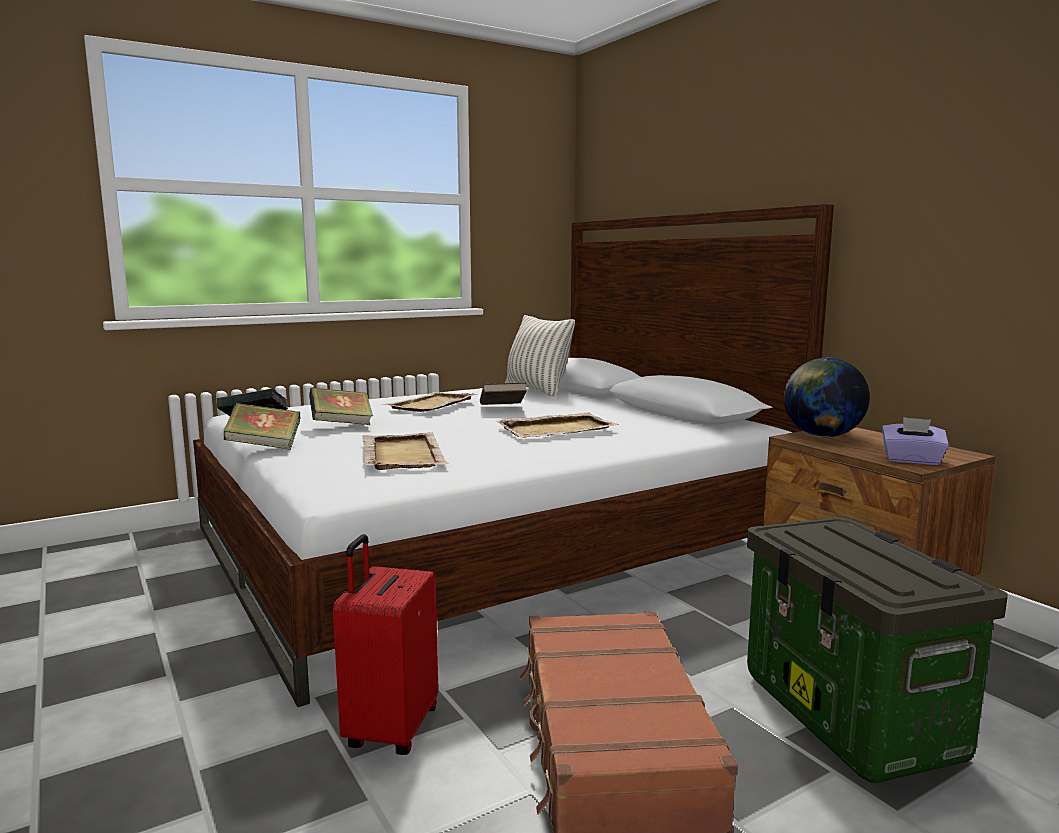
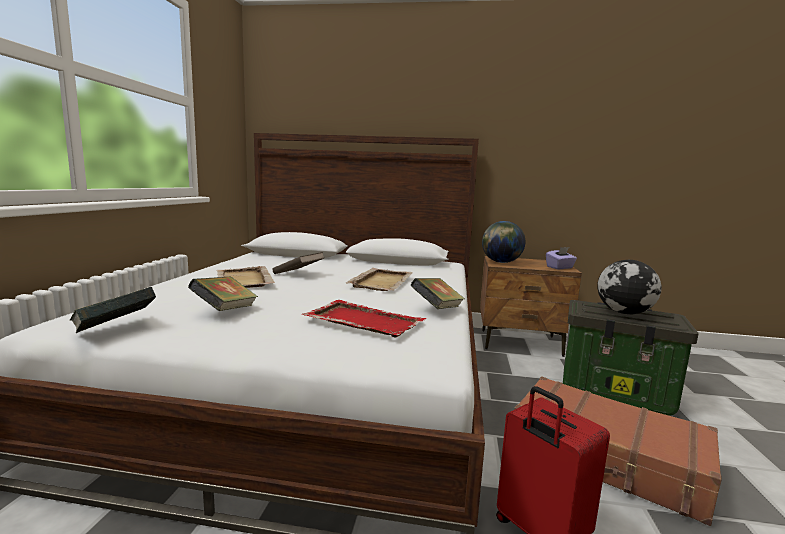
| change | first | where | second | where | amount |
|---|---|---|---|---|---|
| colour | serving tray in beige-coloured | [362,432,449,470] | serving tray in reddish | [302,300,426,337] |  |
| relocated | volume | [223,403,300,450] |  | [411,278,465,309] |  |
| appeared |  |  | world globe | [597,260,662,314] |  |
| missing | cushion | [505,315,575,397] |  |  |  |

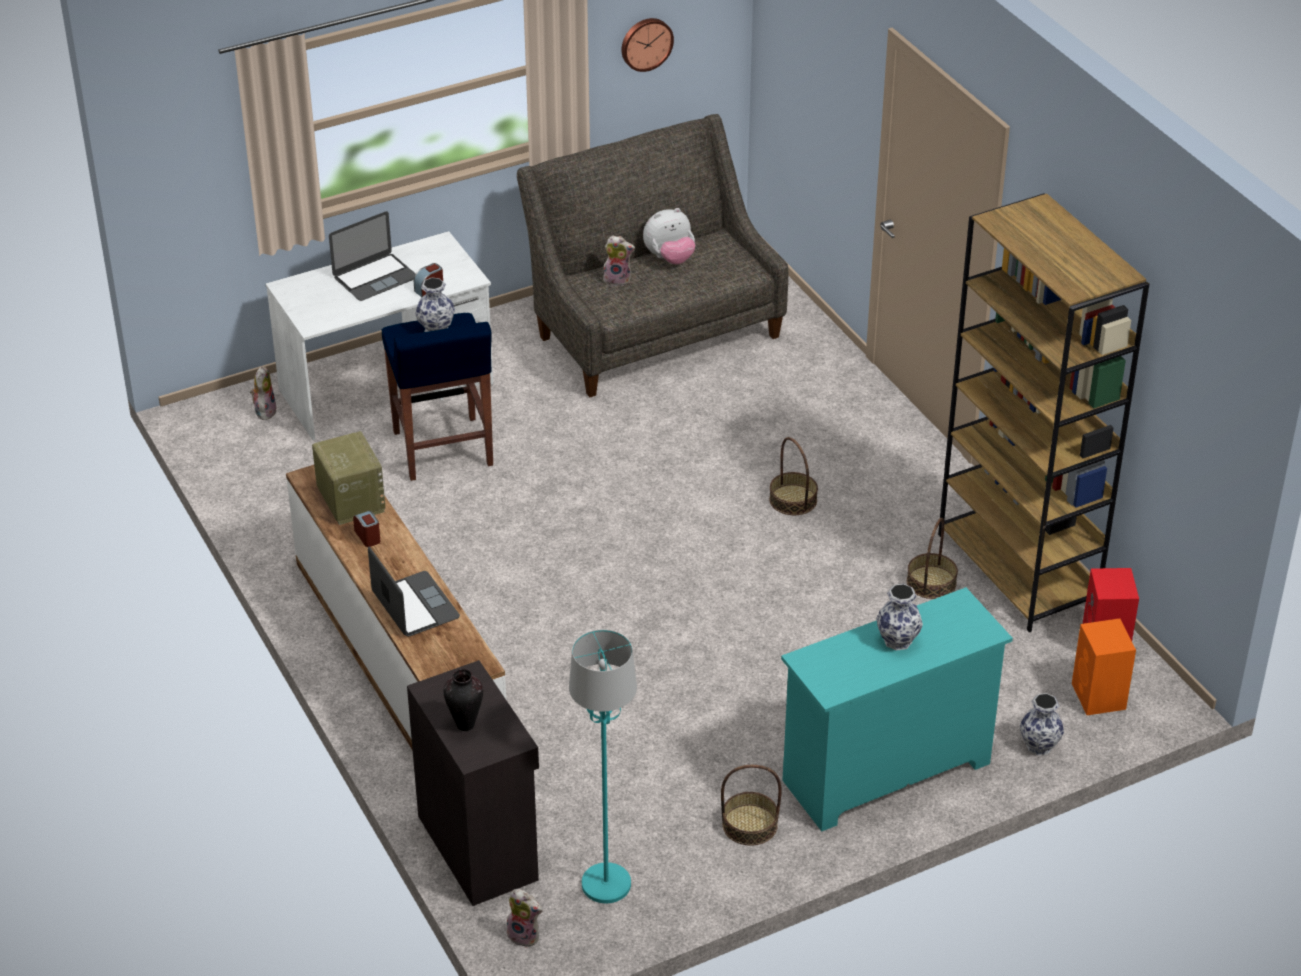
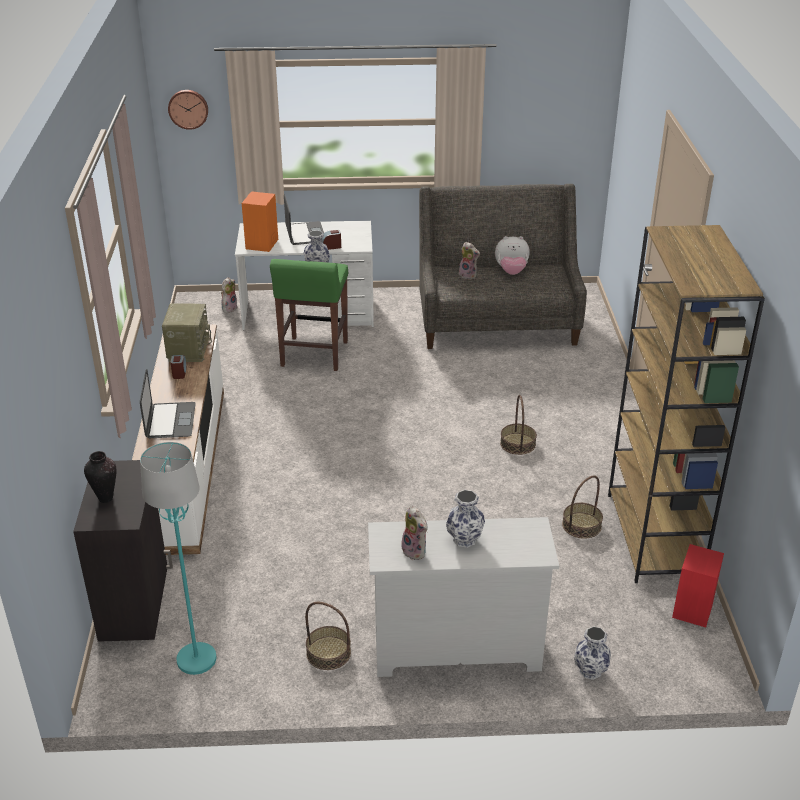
| change | first | where | second | where | amount |
|---|---|---|---|---|---|
| relocated | wall clock | [621,18,674,72] |  | [168,90,208,130] |  |
| relocated | loudspeaker in orange-coloured | [1072,618,1136,715] |  | [242,191,278,252] |  |
| colour | sitting stool in blue | [382,313,493,481] | sitting stool in greenish | [270,259,348,371] |  |
| spun | notebook computer | [329,211,416,301] |  | [284,194,324,245] | 90 degrees counterclockwise |
| colour | drawer chest in turquoise-coloured | [781,587,1013,831] | drawer chest in white-coloured | [368,517,559,677] |  |
| relocated | soft toy | [507,889,543,948] |  | [401,506,427,560] |  |

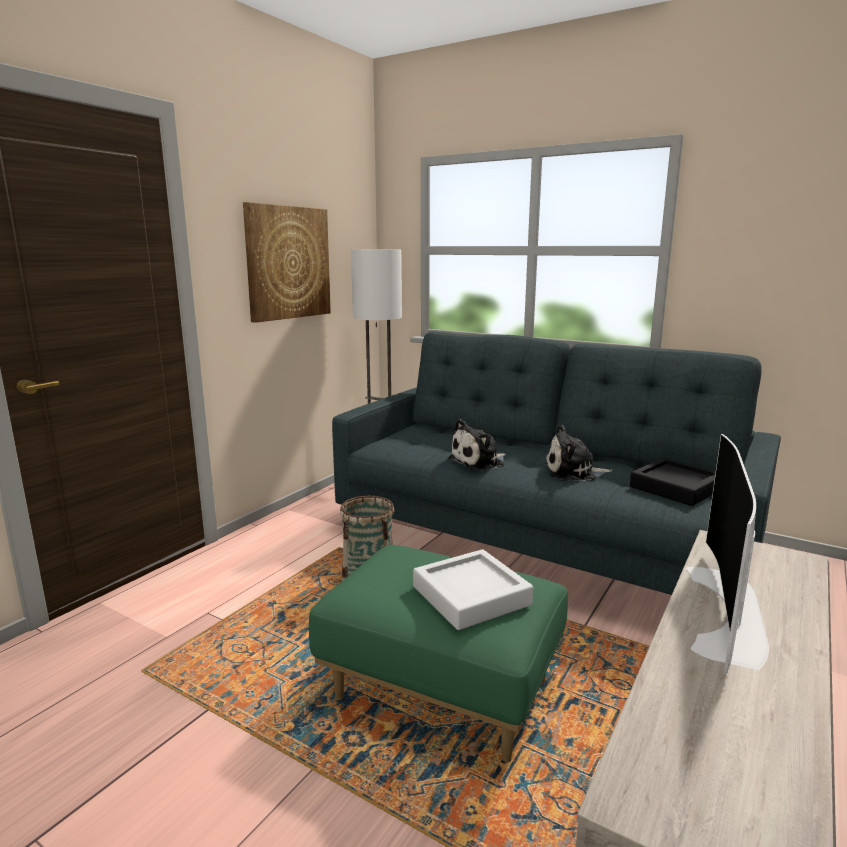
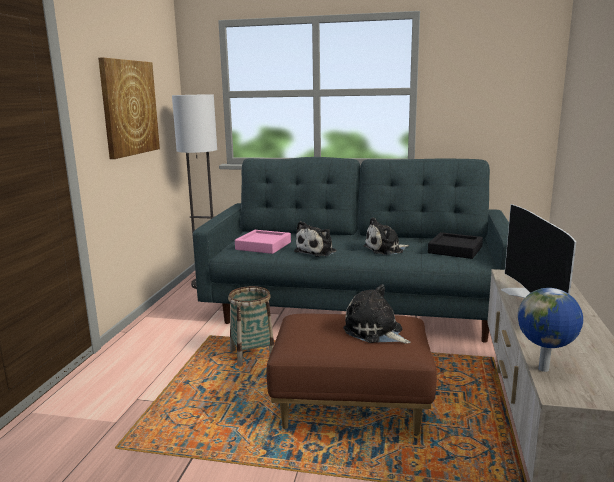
| change | first | where | second | where | amount |
|---|---|---|---|---|---|
| appeared |  |  | serving tray in pinkish | [235,230,291,254] |  |
| colour | ottoman in greenish | [309,545,568,762] | ottoman in brownish | [267,314,437,435] |  |
| exchanged | serving tray in gray | [413,549,533,630] | soft toy | [343,284,410,344] |  |
| appeared |  |  | world globe | [518,288,583,372] |  |

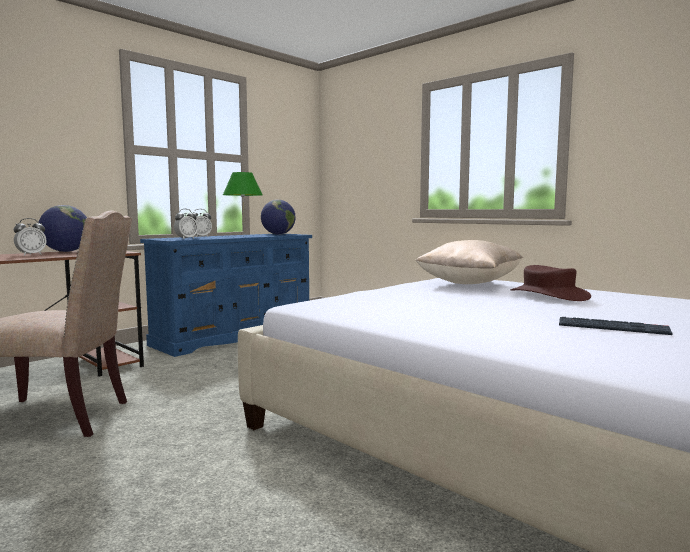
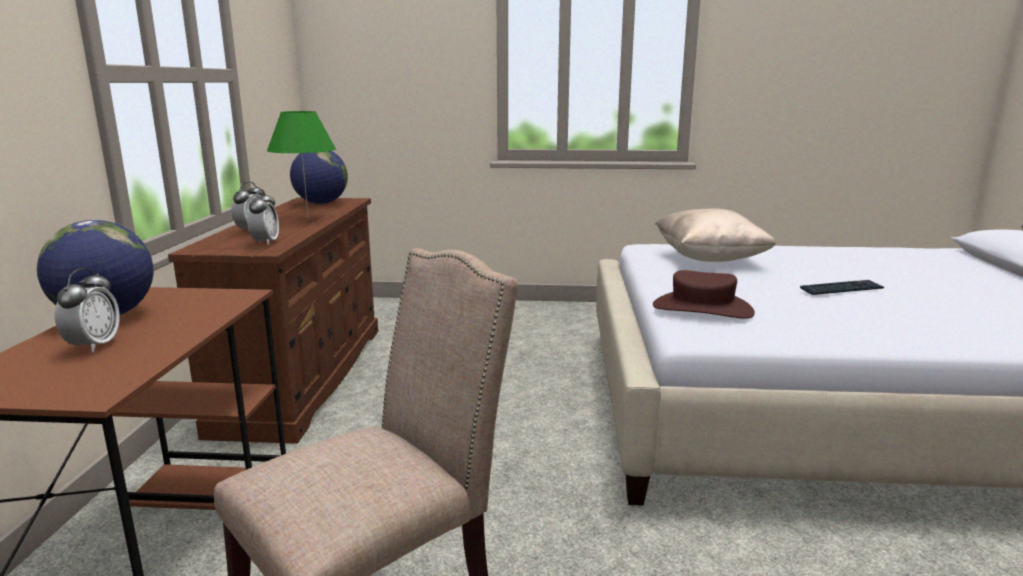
| change | first | where | second | where | amount |
|---|---|---|---|---|---|
| colour | drawer chest in blue | [140,234,312,357] | drawer chest in brownish | [168,197,378,444] |  |
| relocated | clothing hat in brownish | [510,265,591,301] |  | [653,270,755,319] |  |
| relocated | PC keyboard | [559,317,673,335] |  | [800,280,884,295] |  |

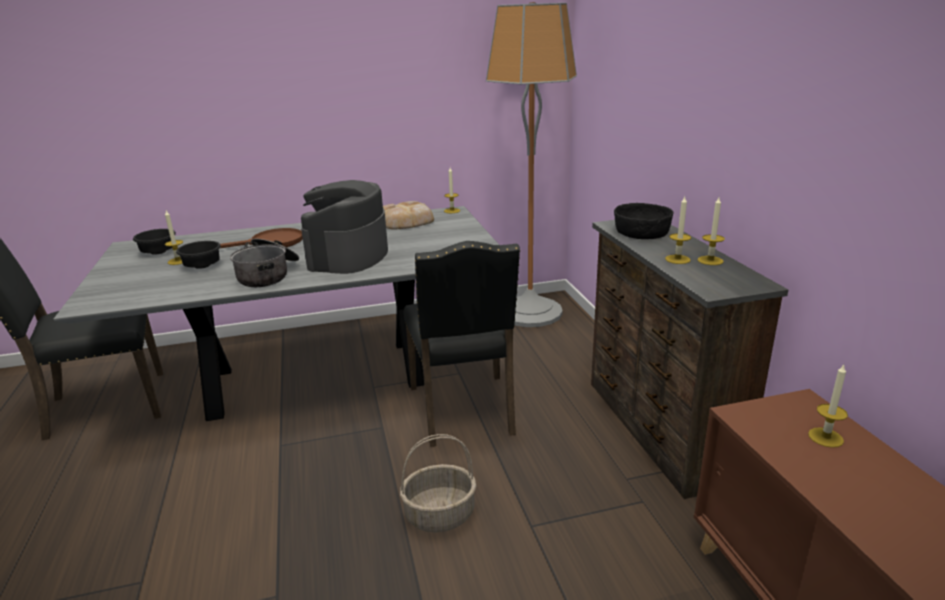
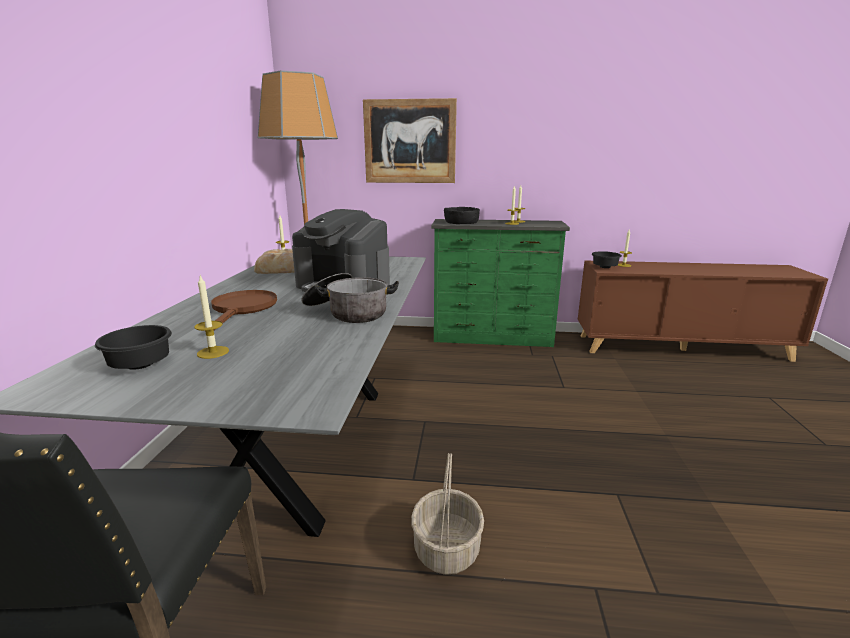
| change | first | where | second | where | amount |
|---|---|---|---|---|---|
| appeared |  |  | picture | [363,98,457,183] |  |
| relocated | household basket | [400,434,476,532] |  | [411,453,484,575] |  |
| colour | drawer chest in brownish | [591,220,788,499] | drawer chest in greenish | [431,219,570,347] |  |
| relocated | serving bowl in black | [176,241,221,269] |  | [592,251,622,268] |  |
| missing | plain chair in black | [404,241,520,447] |  |  |  |

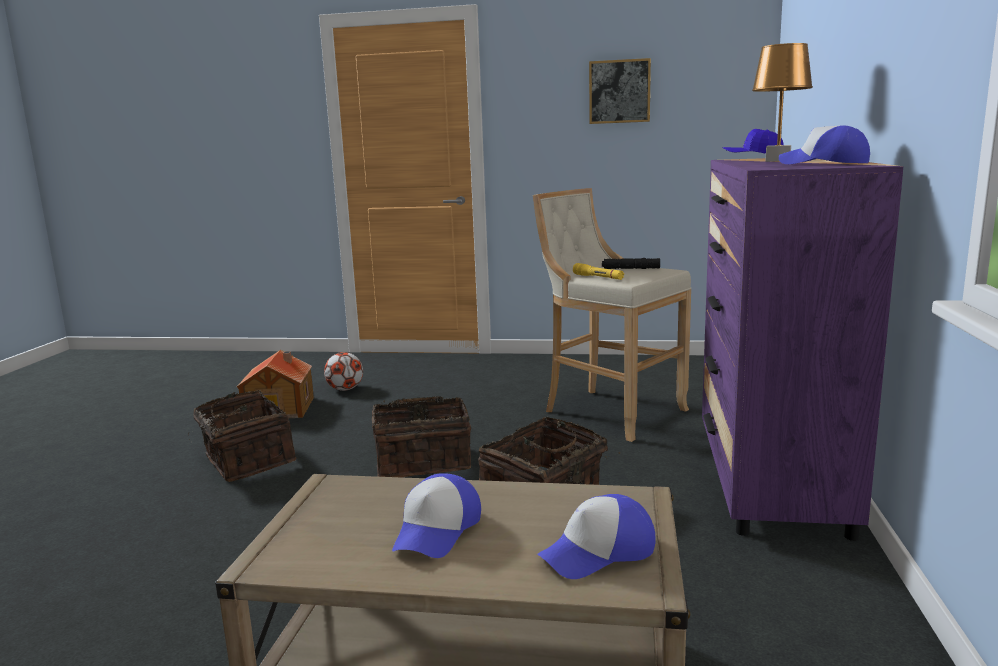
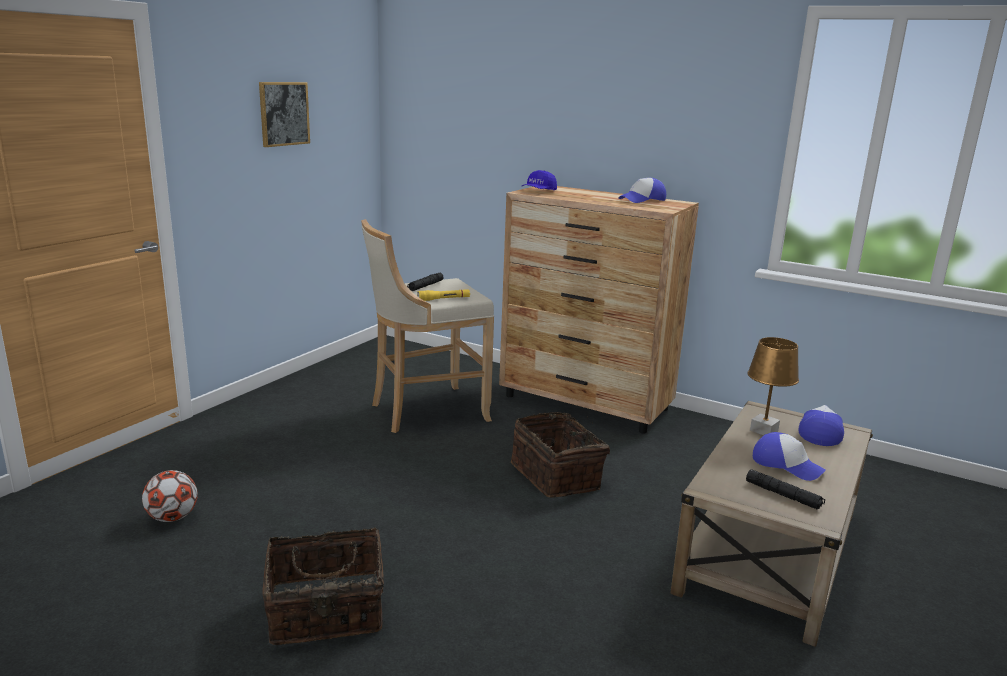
| change | first | where | second | where | amount |
|---|---|---|---|---|---|
| colour | drawer chest in purplish | [702,158,904,541] | drawer chest in brownish | [499,186,699,433] |  |
| appeared |  |  | flashlight in black | [746,469,825,510] |  |
| relocated | tabletop lamp in brownish | [752,43,813,162] |  | [747,337,799,435] |  |
| spun | baseball cap | [537,494,656,579] |  | [798,405,844,446] | 150 degrees counterclockwise |
| missing | toy house | [237,350,314,418] |  |  |  |
| missing | household basket | [372,396,471,477] |  |  |  |

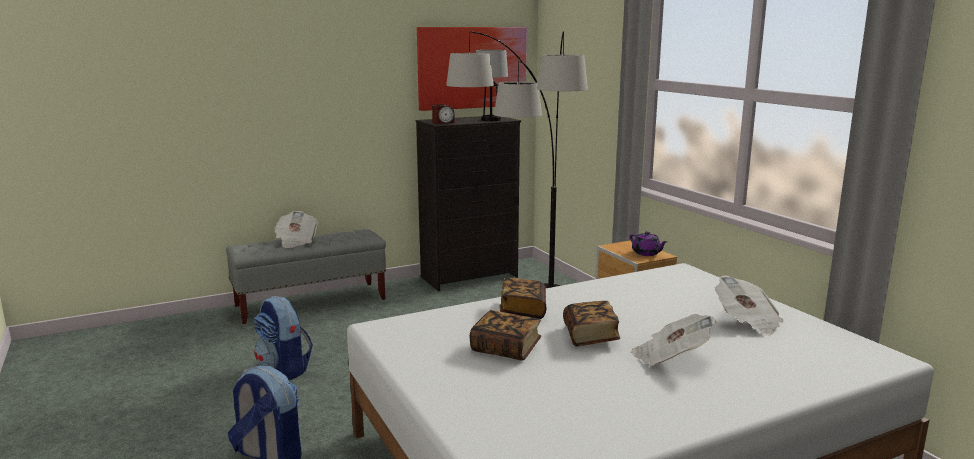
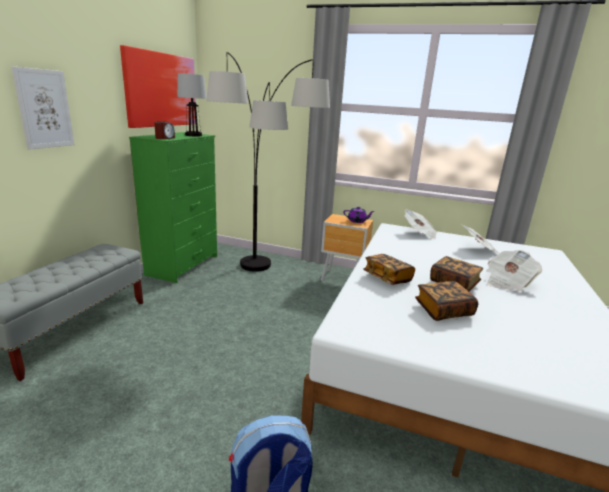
| change | first | where | second | where | amount |
|---|---|---|---|---|---|
| appeared |  |  | picture | [11,66,75,150] |  |
| colour | drawer chest in black | [416,116,521,291] | drawer chest in greenish | [129,132,217,283] |  |
| relocated | newspaper | [274,211,318,248] |  | [404,209,437,239] |  |
| missing | rucksack | [254,296,313,380] |  |  |  |

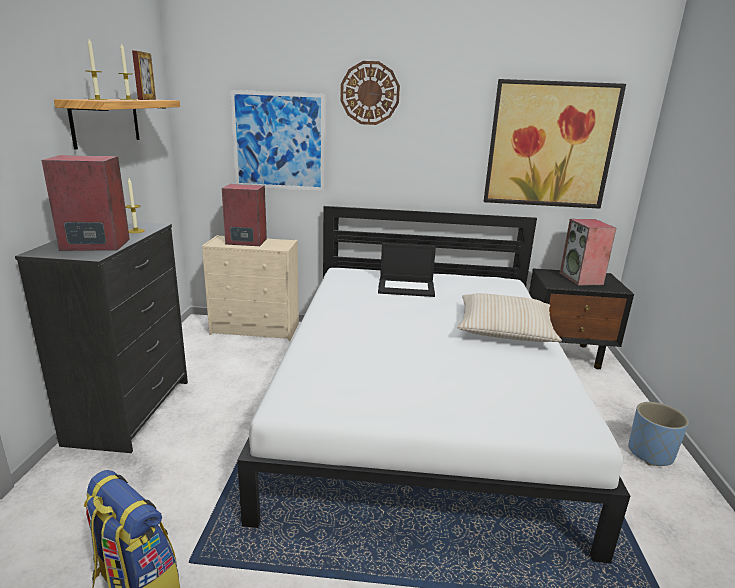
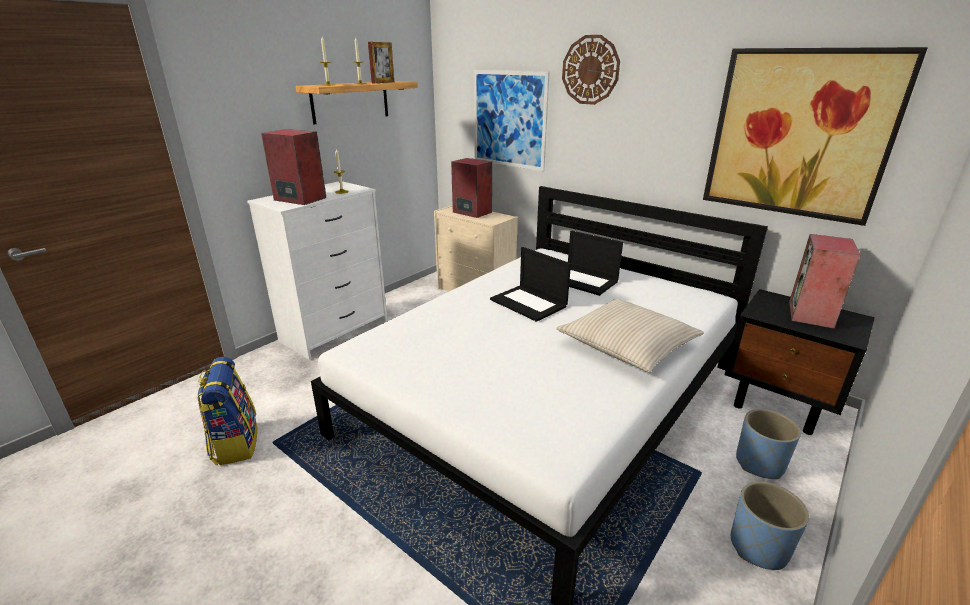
| change | first | where | second | where | amount |
|---|---|---|---|---|---|
| colour | drawer chest in black | [15,221,188,453] | drawer chest in white-coloured | [247,181,387,360] |  |
| appeared |  |  | notebook computer | [490,247,571,322] |  |
| appeared |  |  | flower pot in blue | [736,409,801,479] |  |

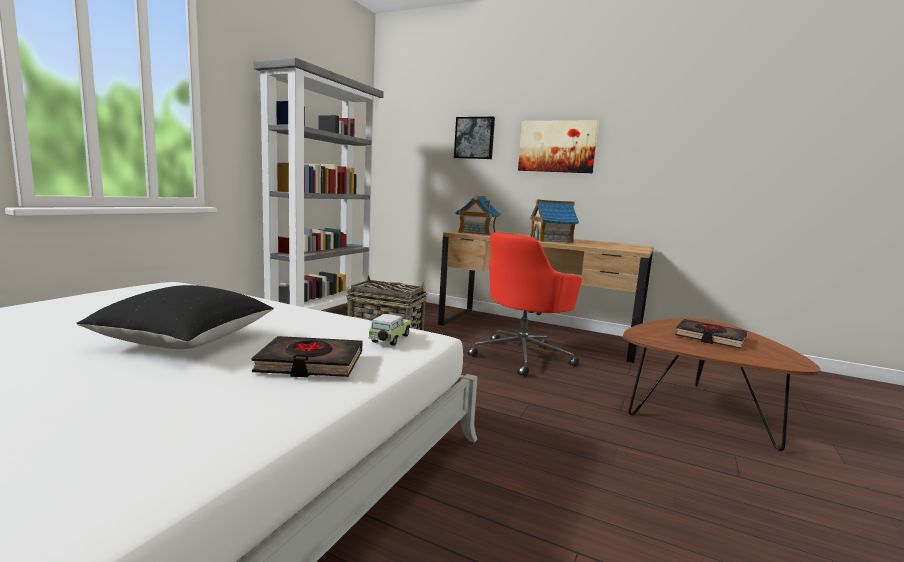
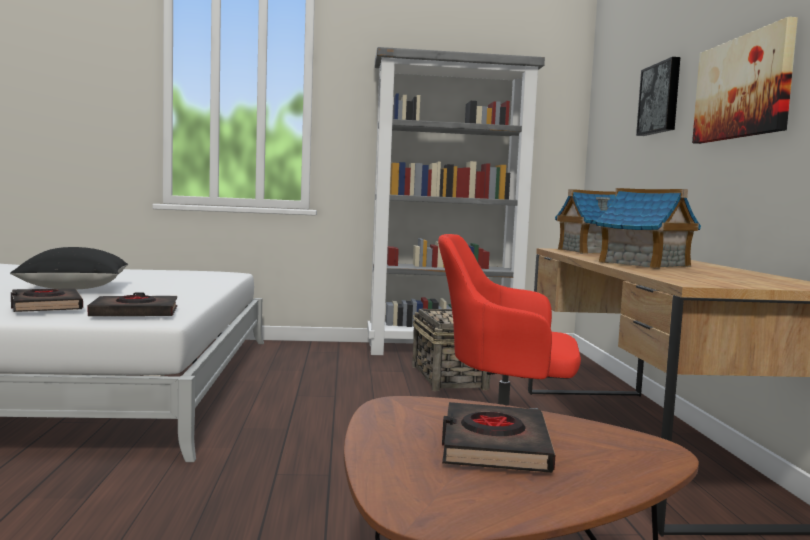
| change | first | where | second | where | amount |
|---|---|---|---|---|---|
| exchanged | model car | [368,314,411,346] | volume in black | [88,293,177,316] |  |

